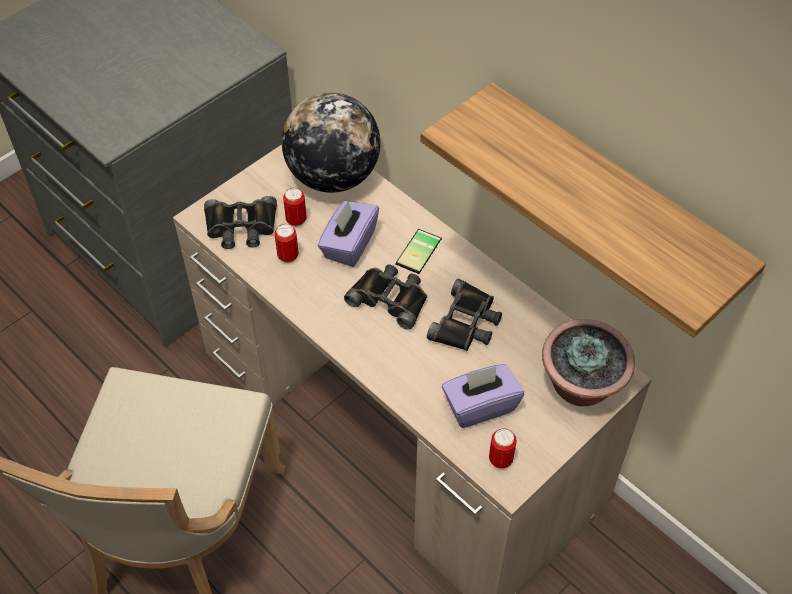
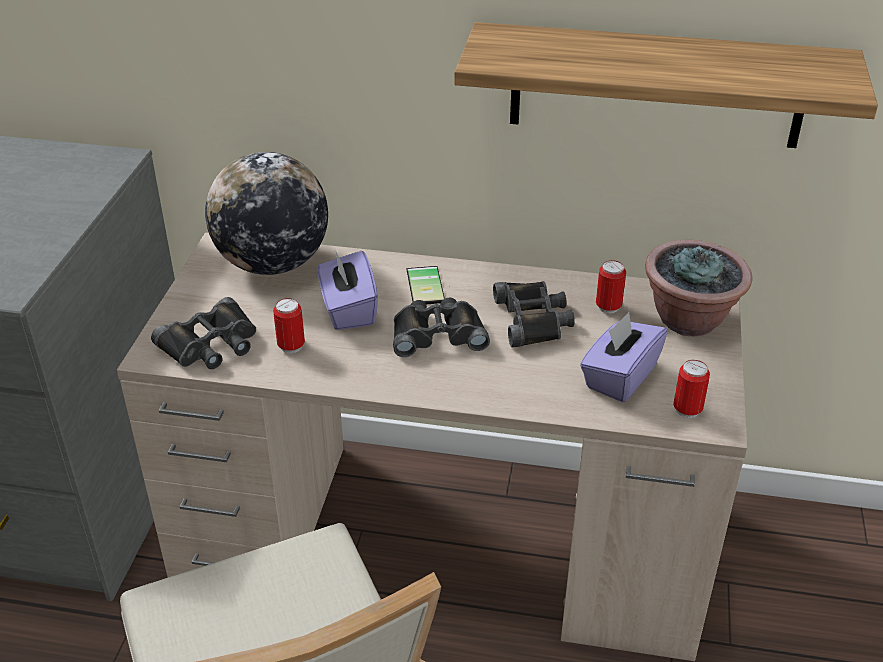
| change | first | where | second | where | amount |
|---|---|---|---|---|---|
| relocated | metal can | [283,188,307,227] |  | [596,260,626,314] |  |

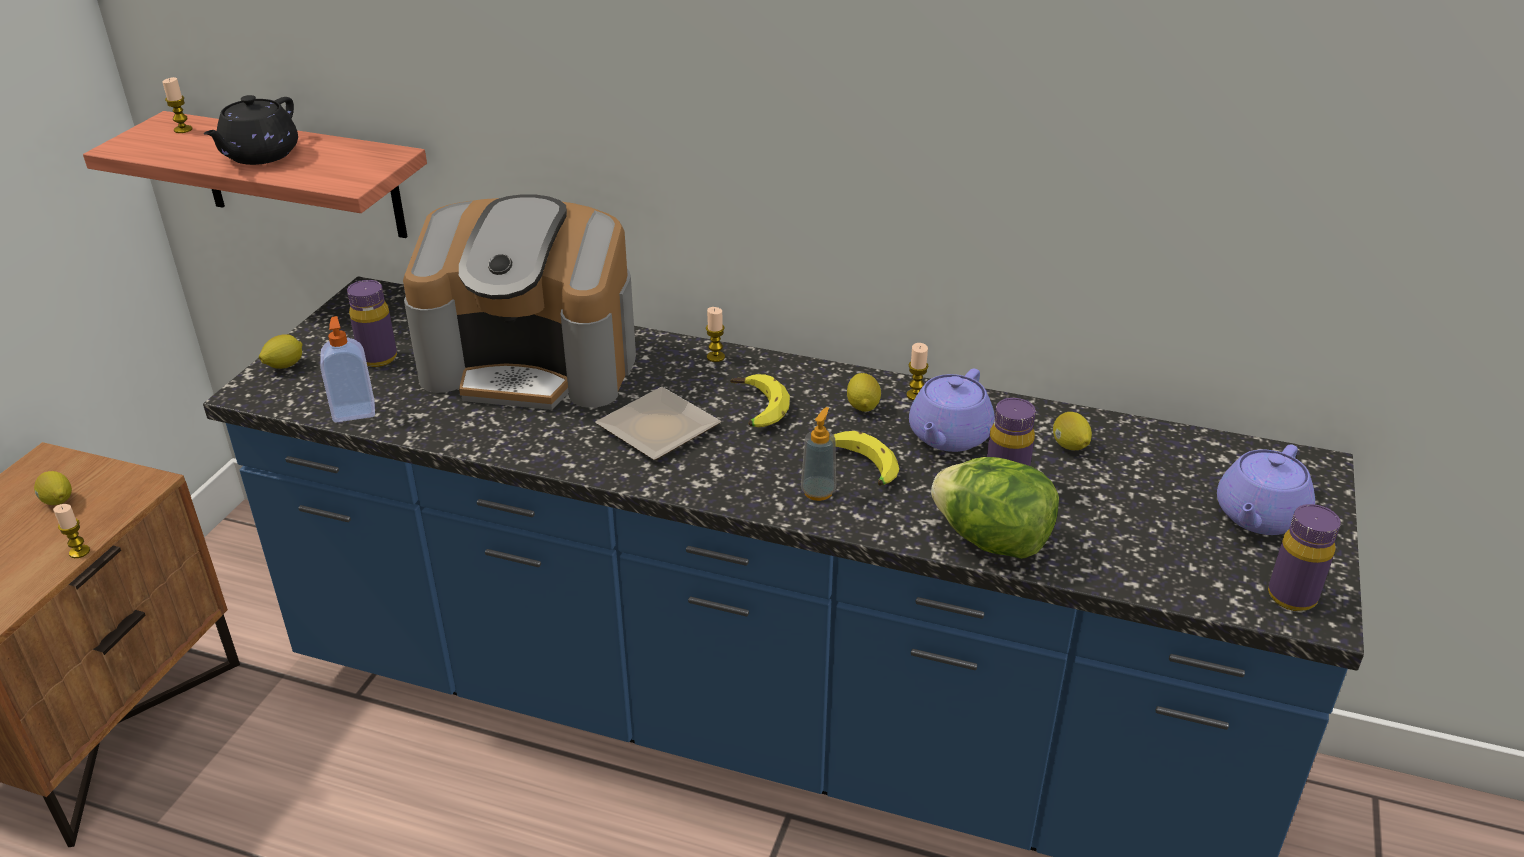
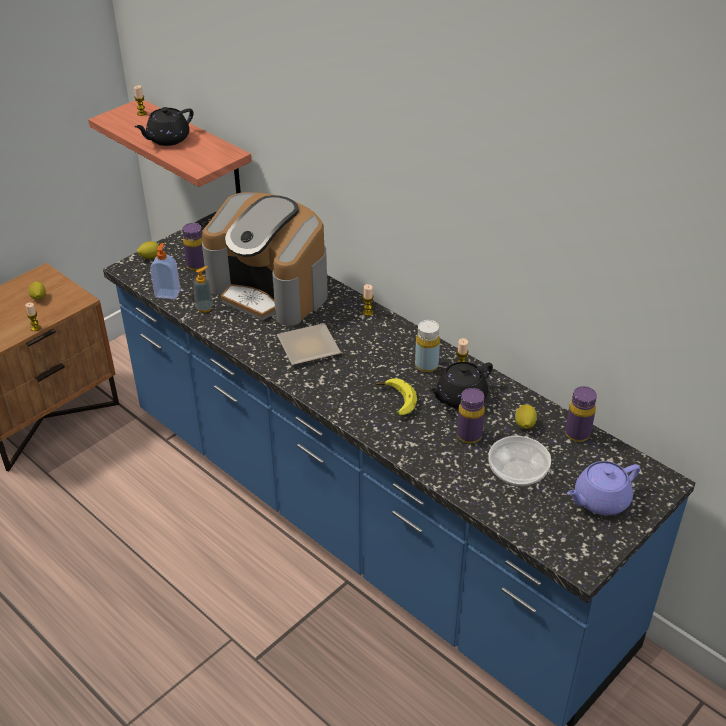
| change | first | where | second | where | amount |
|---|---|---|---|---|---|
| relocated | soap bottle | [801,407,836,501] |  | [193,266,213,313] |  |
| exchanged | lemon | [847,373,881,412] | bottle in yellow | [415,320,440,372] |  |
| colour | teapot in purplish | [909,369,995,452] | teapot in black | [429,362,493,409] |  |
| appeared |  |  | serving bowl | [488,436,551,486] |  |
| relocated | bottle in purplish | [1268,504,1341,611] |  | [565,386,597,442] |  |
| missing | banana | [730,374,790,427] |  |  |  |
| missing | head of lettuce | [931,457,1059,559] |  |  |  |

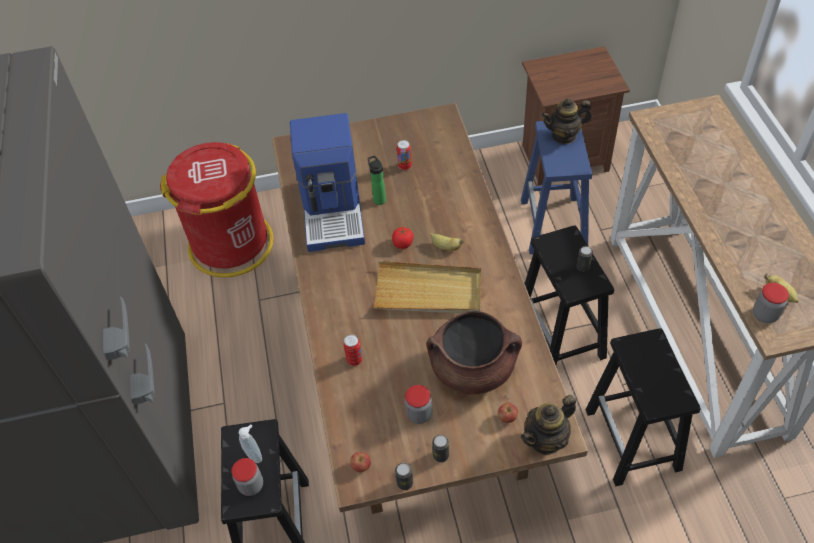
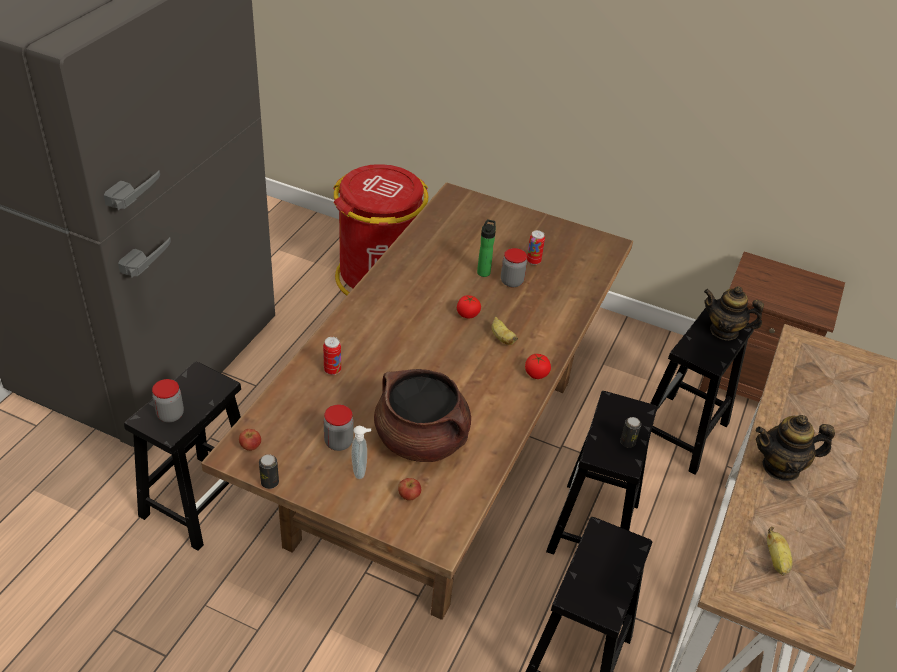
| change | first | where | second | where | amount |
|---|---|---|---|---|---|
| relocated | soap bottle | [239,424,262,463] |  | [351,426,371,479] |  |
| relocated | storage jar | [753,283,789,323] |  | [501,248,527,287] |  |
| appeared |  |  | fresh tomato | [525,354,551,379] |  |
| colour | sitting stool in blue | [521,121,592,254] | sitting stool in black | [650,308,754,475] |  |
| relocated | teapot | [521,395,576,455] |  | [756,415,835,481] |  |
| missing | coffee brewer | [290,113,365,252] |  |  |  |
| missing | serving tray in beige-coloured | [373,261,482,314] |  |  |  |
| missing | metal can | [432,435,449,462] |  |  |  |

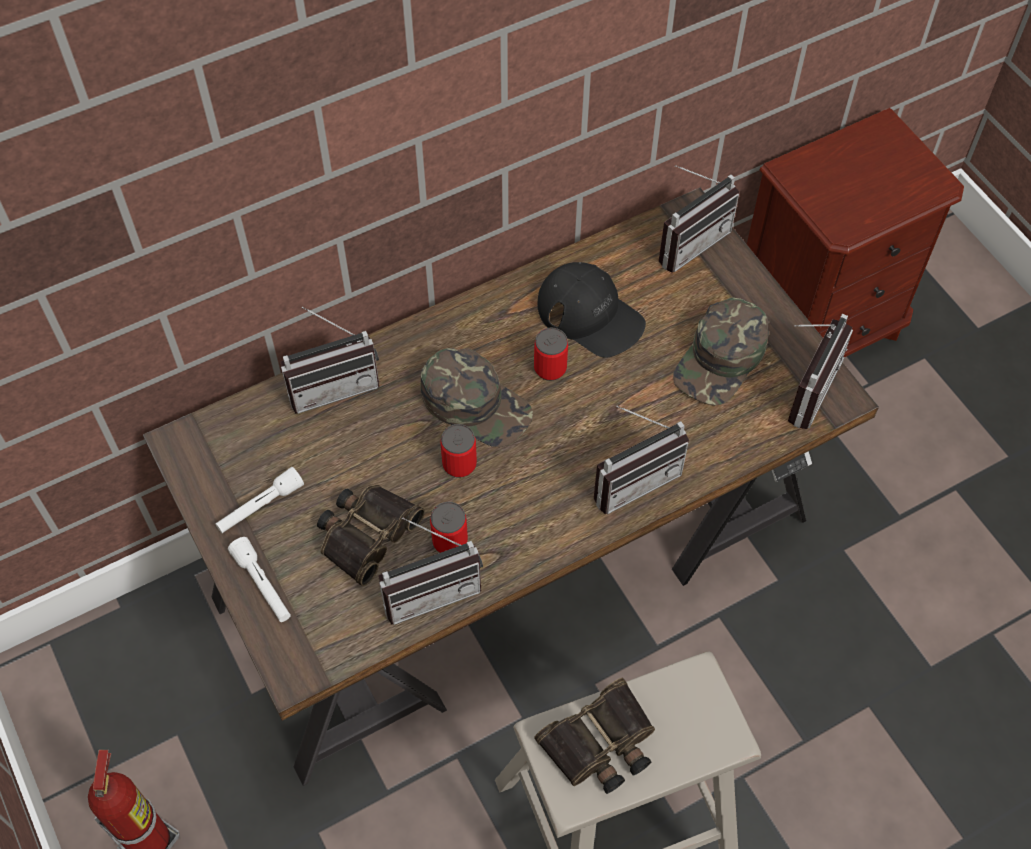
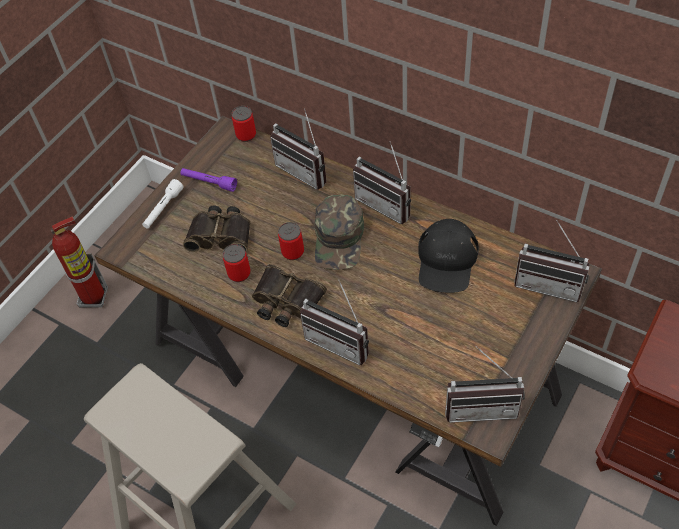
| change | first | where | second | where | amount |
|---|---|---|---|---|---|
| colour | flashlight in white-coloured | [215,467,304,533] | flashlight in purplish | [180,168,237,192] |  |
| relocated | metal can | [534,327,568,381] |  | [232,106,256,142] |  |
| relocated | binoculars | [534,678,655,794] |  | [252,264,327,327] |  |
| relocated | radio set | [378,517,483,625] |  | [353,141,411,224] |  |
| missing | baseball cap in greenish | [673,297,769,406] |  |  |  |

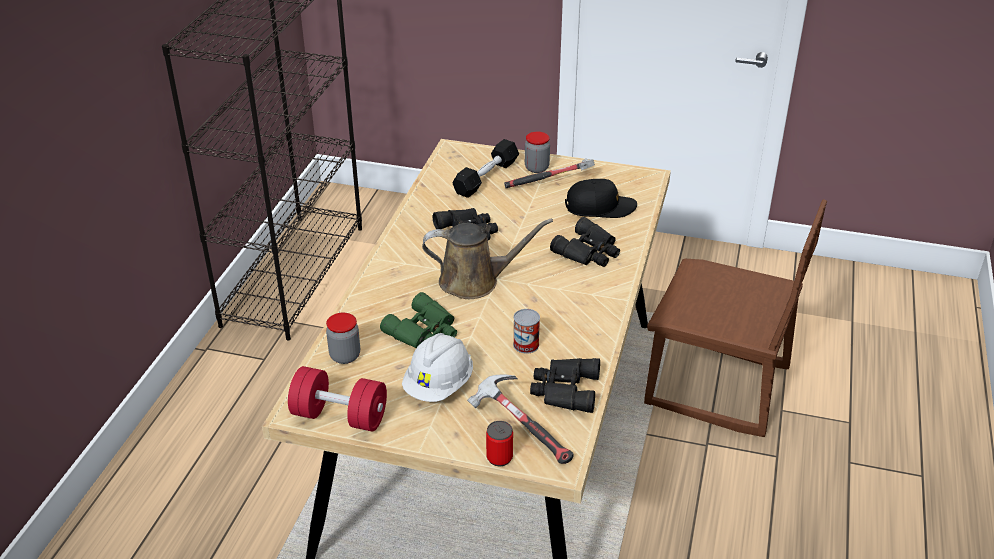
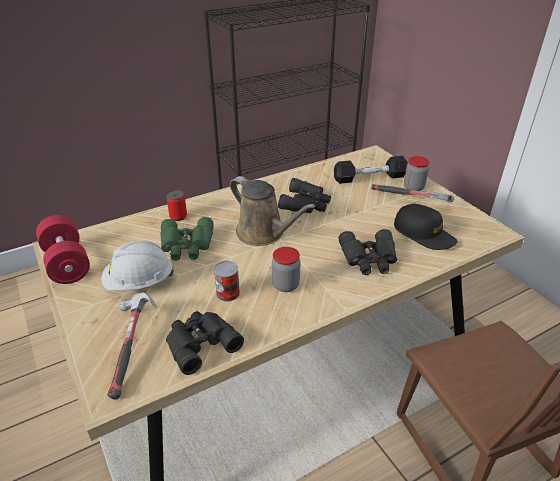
| change | first | where | second | where | amount |
|---|---|---|---|---|---|
| relocated | metal can | [486,421,513,466] |  | [167,190,187,221] |  |
| relocated | storage jar | [326,313,360,364] |  | [272,247,300,292] |  |

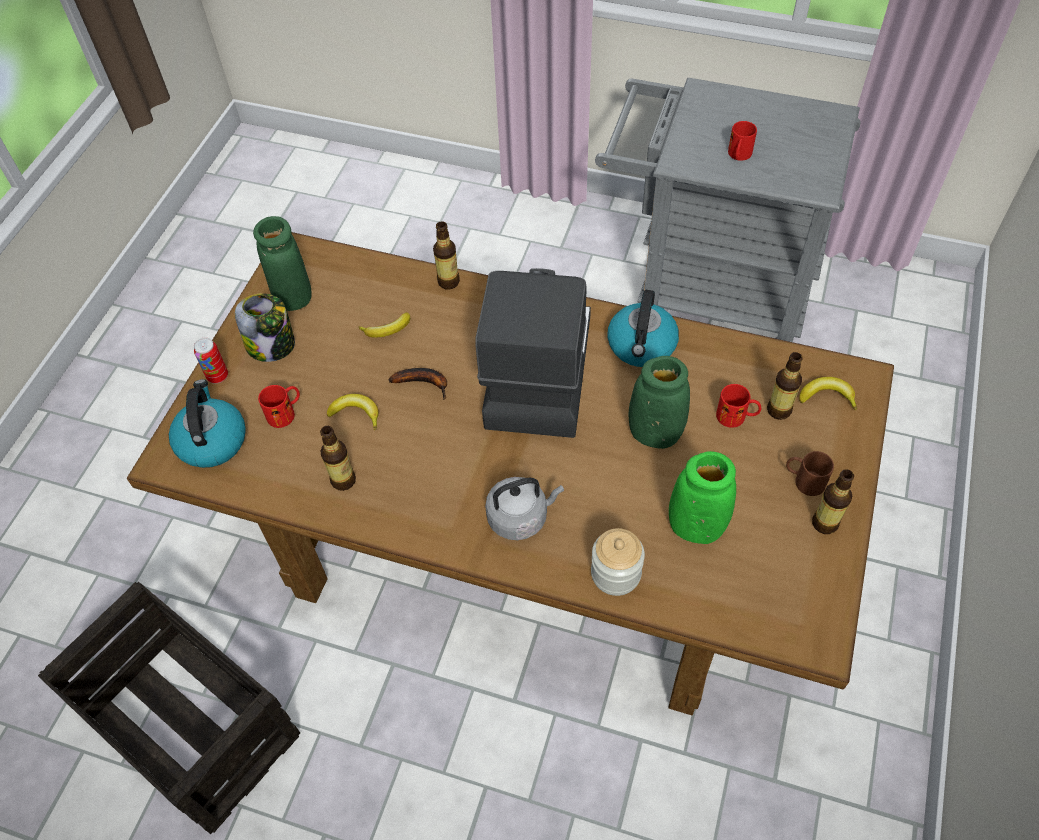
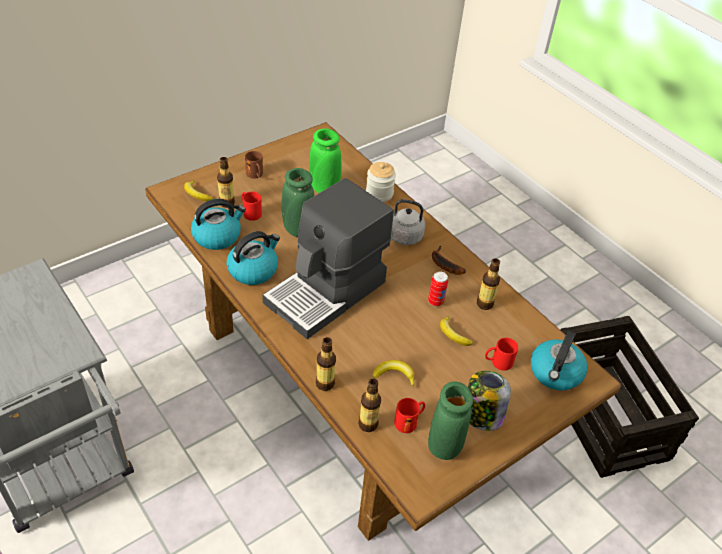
| change | first | where | second | where | amount |
|---|---|---|---|---|---|
| appeared |  |  | kettle | [191,199,246,250] |  |
| relocated | bottle | [812,469,854,534] |  | [358,379,381,432] |  |
| relocated | mug in reddish | [728,121,757,161] |  | [394,398,425,433] |  |
| relocated | metal can | [194,338,228,384] |  | [428,271,448,307] |  |
| relocated | banana | [389,368,447,400] |  | [432,246,466,275] |  |

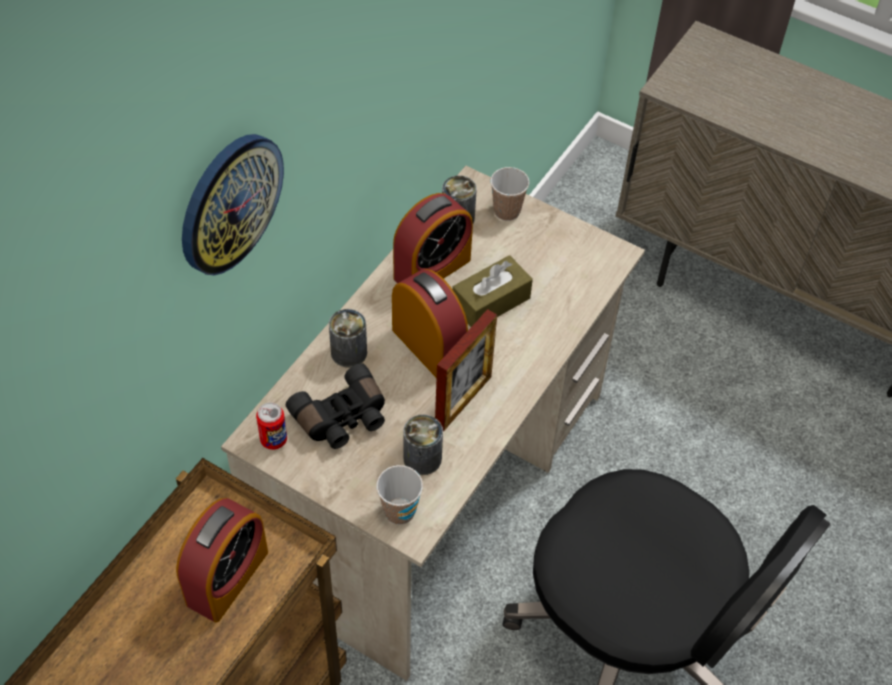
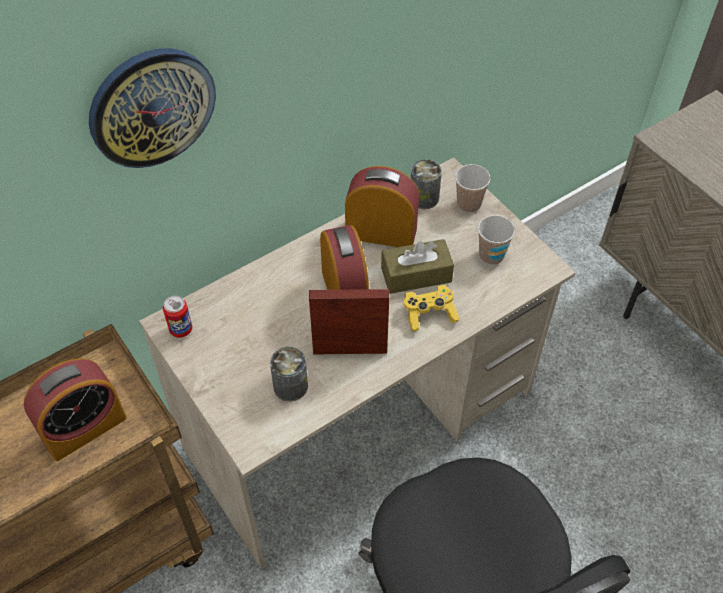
| change | first | where | second | where | amount |
|---|---|---|---|---|---|
| spun | photo frame | [435,309,497,431] |  | [309,289,389,355] | 150 degrees counterclockwise |
| spun | bedside clock | [393,193,473,283] |  | [345,166,419,247] | 150 degrees counterclockwise |
| appeared |  |  | joypad in yellow | [404,285,460,331] |  |
| relocated | cup | [376,465,423,525] |  | [478,215,515,265] |  |
| missing | binoculars in black | [286,363,385,449] |  |  |  |
| missing | metal can | [329,309,367,368] |  |  |  |

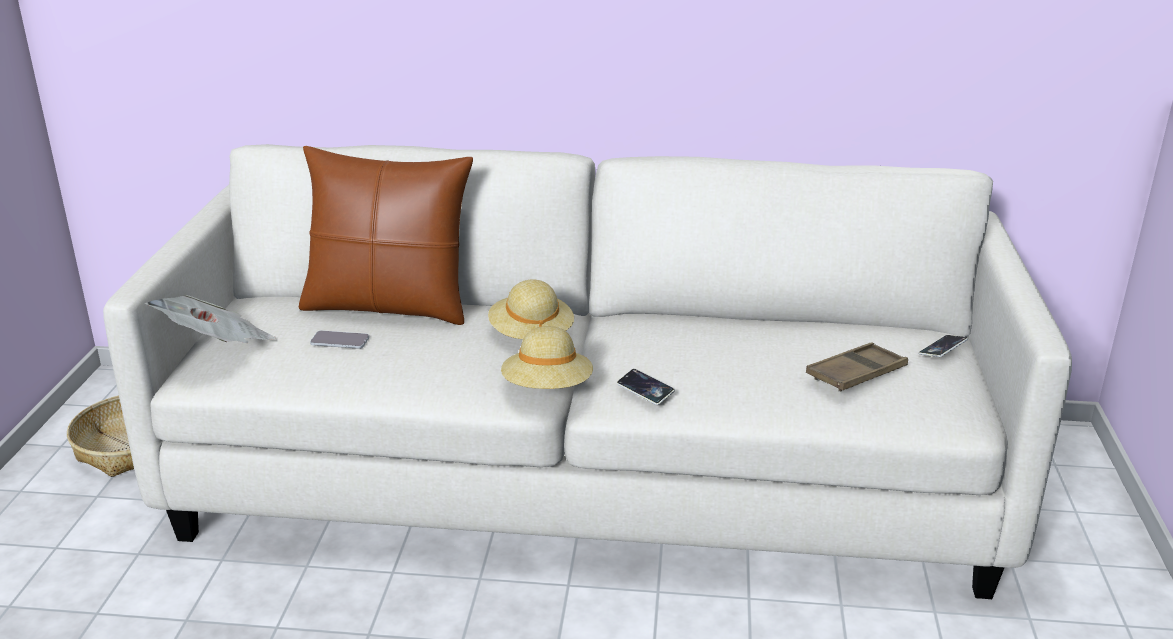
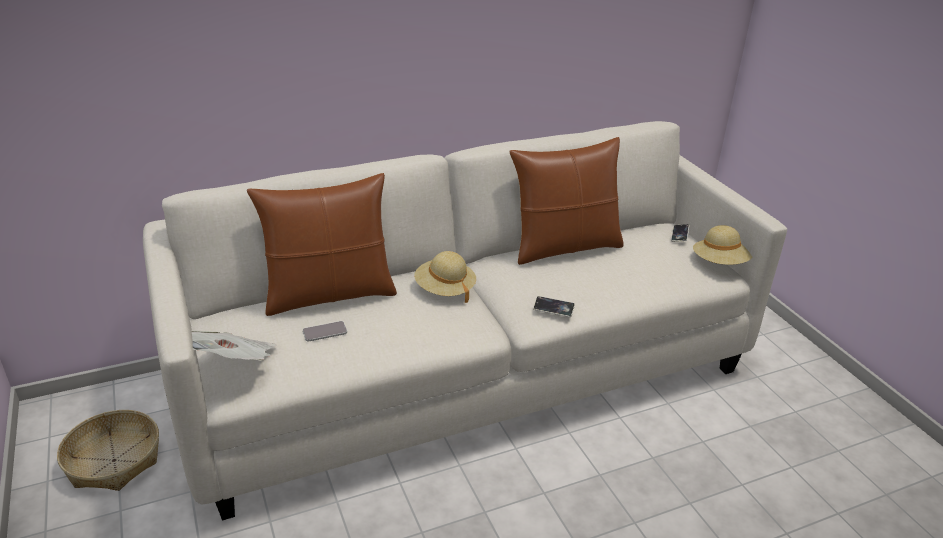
| change | first | where | second | where | amount |
|---|---|---|---|---|---|
| appeared |  |  | cushion in brownish | [509,137,624,265] |  |
| relocated | clothing hat in beige-coloured | [501,326,593,389] |  | [693,225,752,265] |  |
| missing | serving tray in brownish | [806,342,908,392] |  |  |  |

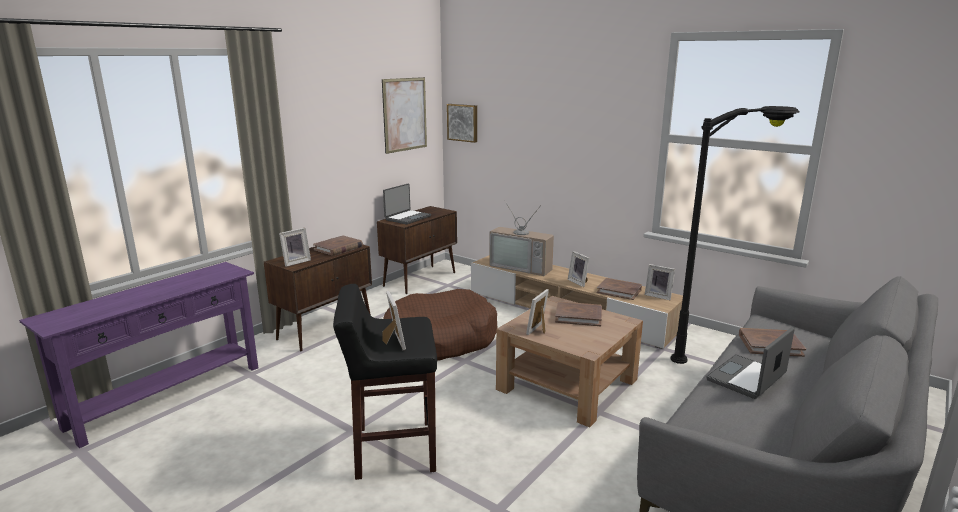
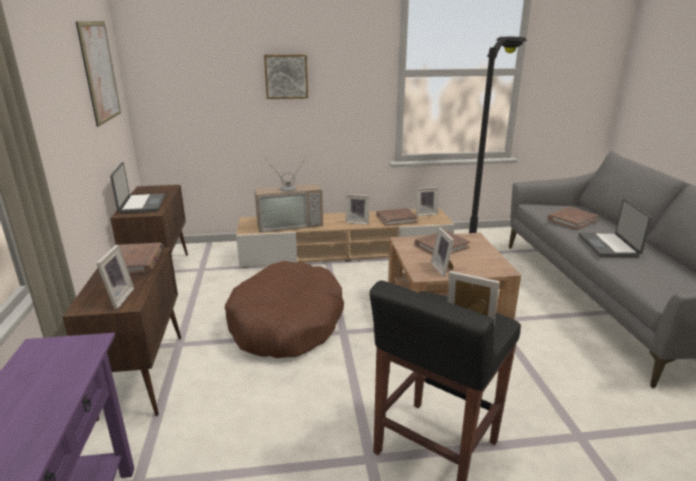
| change | first | where | second | where | amount |
|---|---|---|---|---|---|
| relocated | picture | [447,104,477,143] |  | [264,54,308,99] |  |

